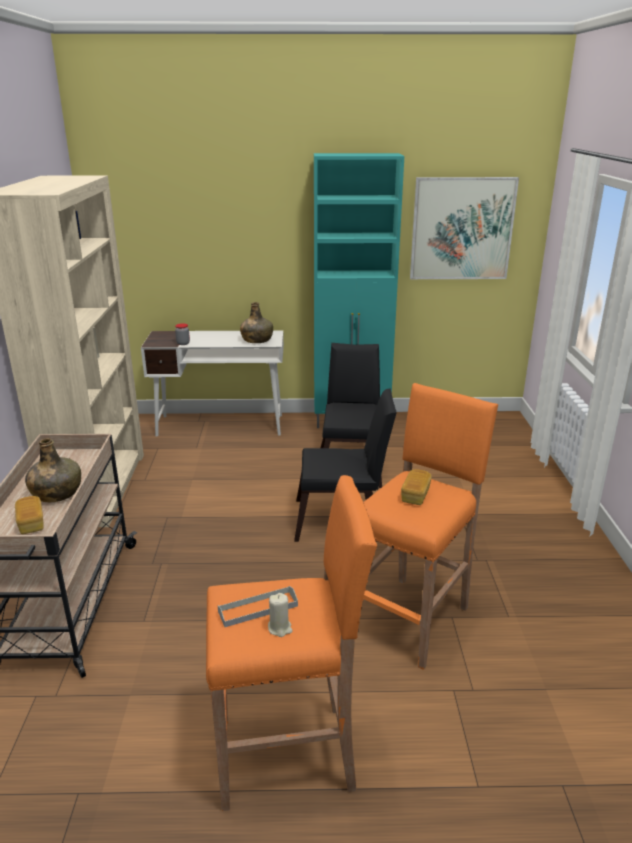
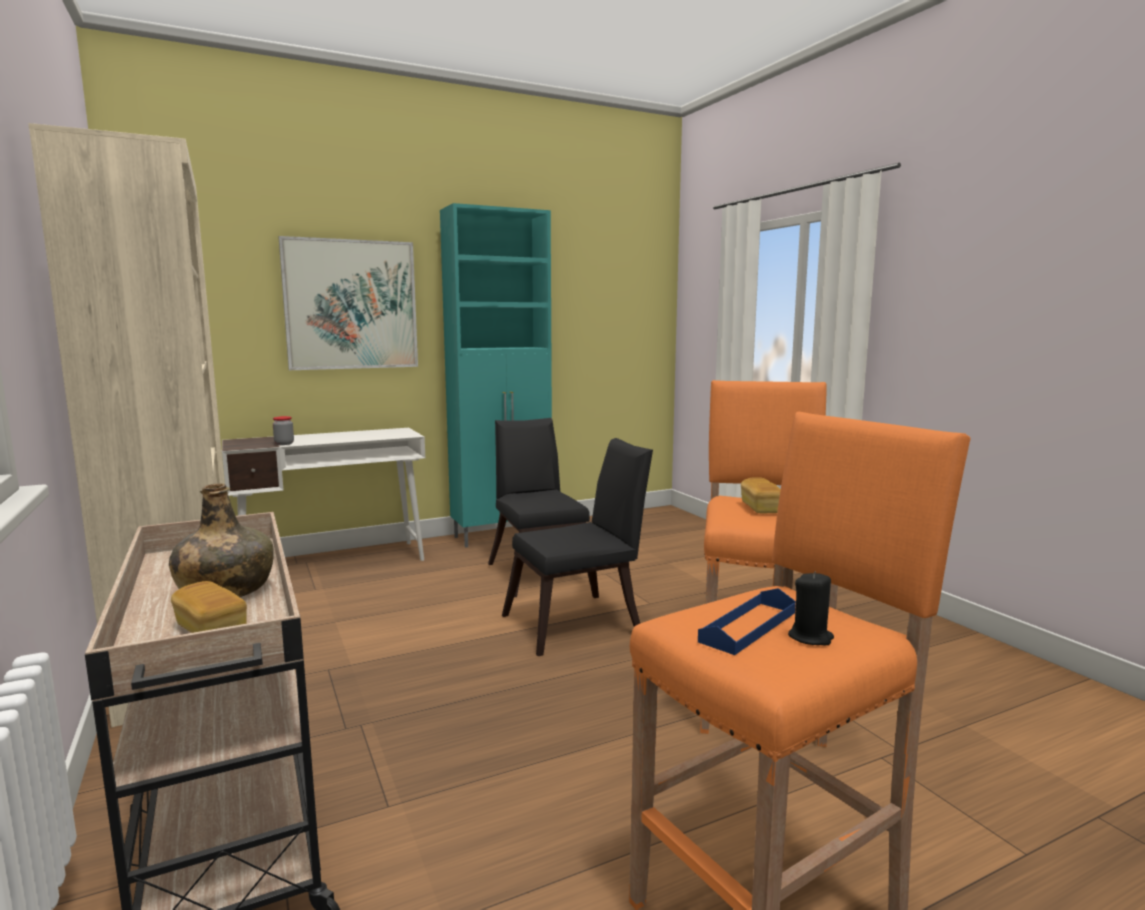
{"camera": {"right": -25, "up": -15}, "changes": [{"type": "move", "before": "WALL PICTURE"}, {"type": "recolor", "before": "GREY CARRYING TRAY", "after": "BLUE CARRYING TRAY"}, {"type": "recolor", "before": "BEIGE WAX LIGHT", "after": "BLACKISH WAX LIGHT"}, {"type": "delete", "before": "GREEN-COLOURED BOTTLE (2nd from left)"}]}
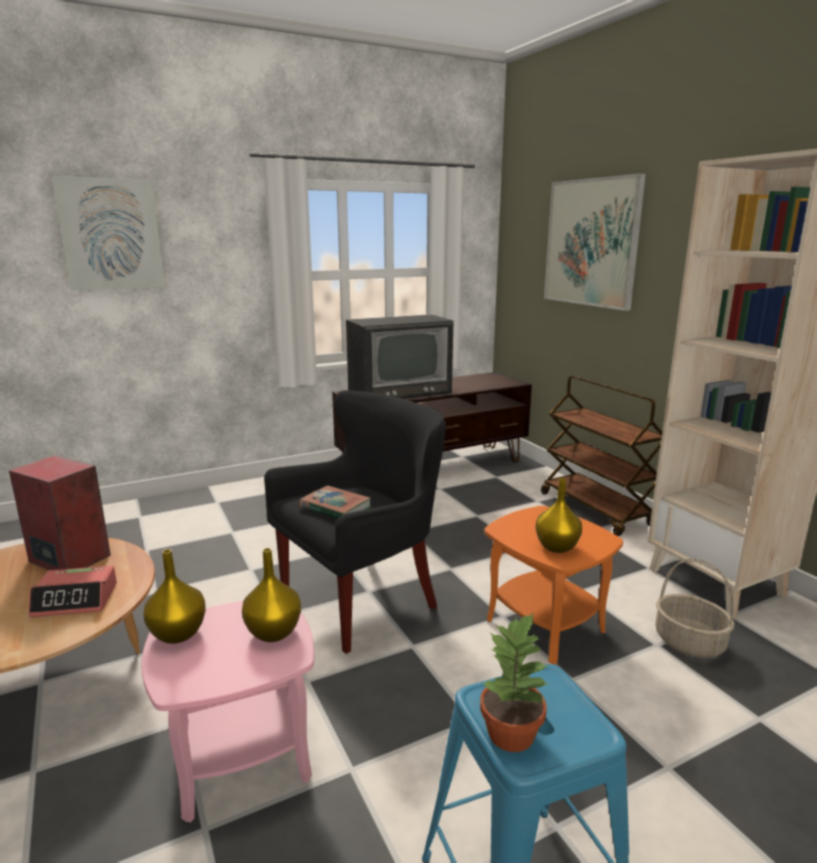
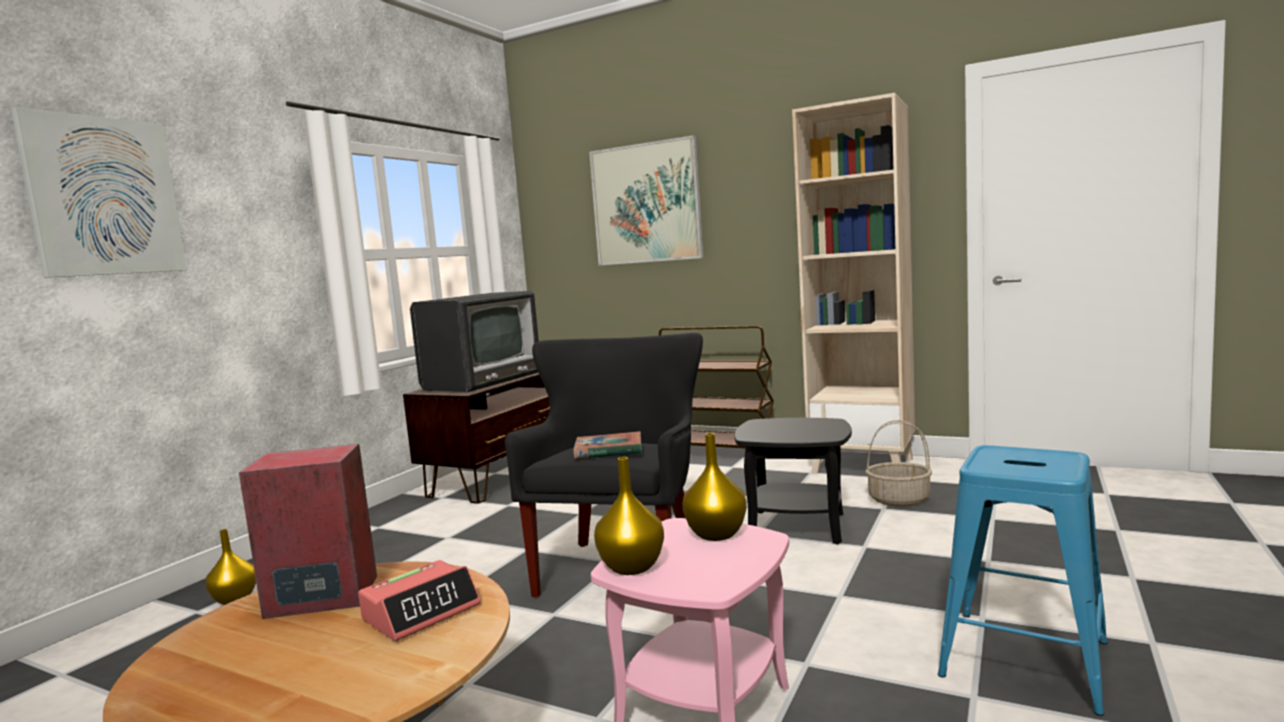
{"camera": {"right": -35, "up": -10}, "changes": [{"type": "move", "before": "YELLOW FLOWER VASE (3rd from left in the first image)", "after": "YELLOW FLOWER VASE (1st from left)"}, {"type": "recolor", "before": "ORANGE-COLOURED ACCENT TABLE", "after": "BLACKISH ACCENT TABLE"}, {"type": "delete", "before": "PLANT IN A POT"}]}
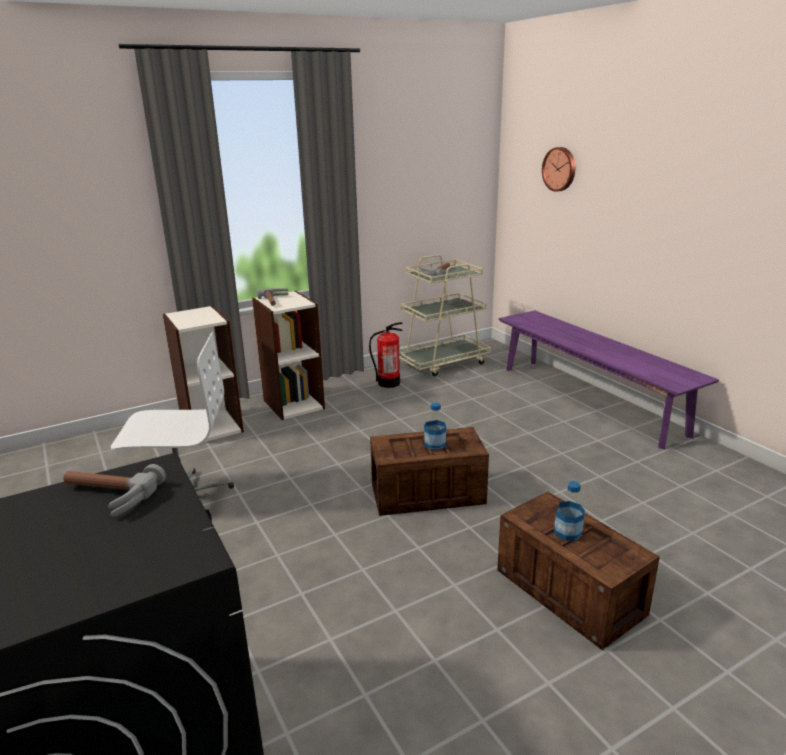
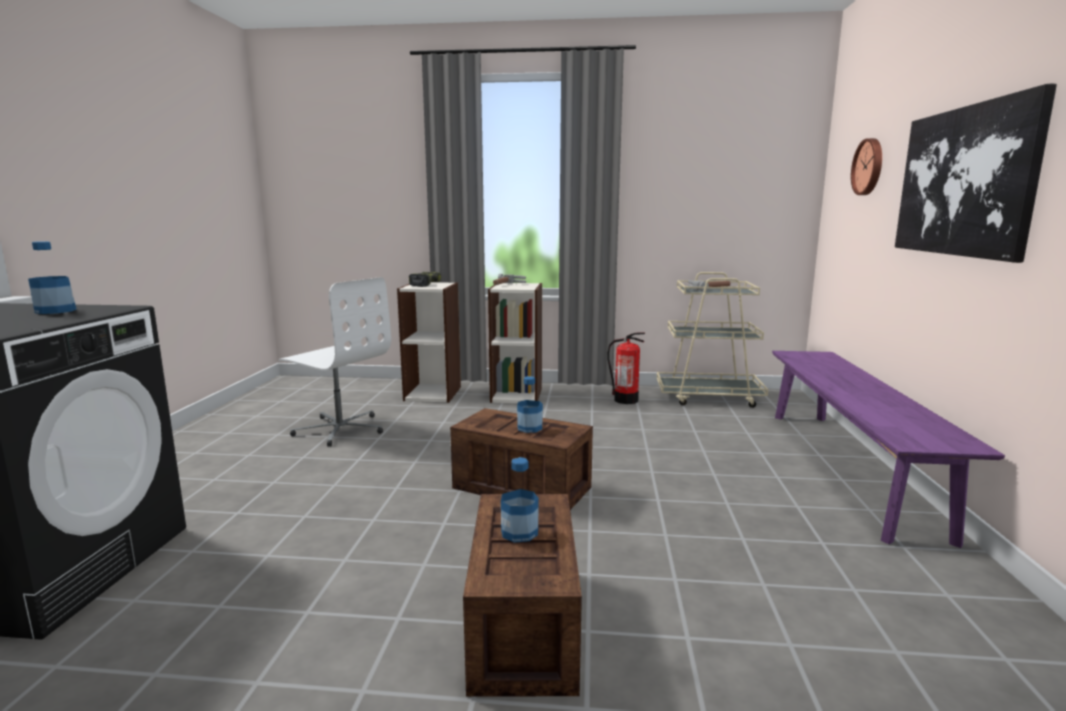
{"camera": {"right": 35, "up": -10}, "changes": [{"type": "replace", "before": "HAND HAMMER (1st from left)", "after": "BOTTLE (1st from left)"}, {"type": "insert", "after": "ELECTRIC DRILL"}, {"type": "insert", "after": "WALL PICTURE"}]}
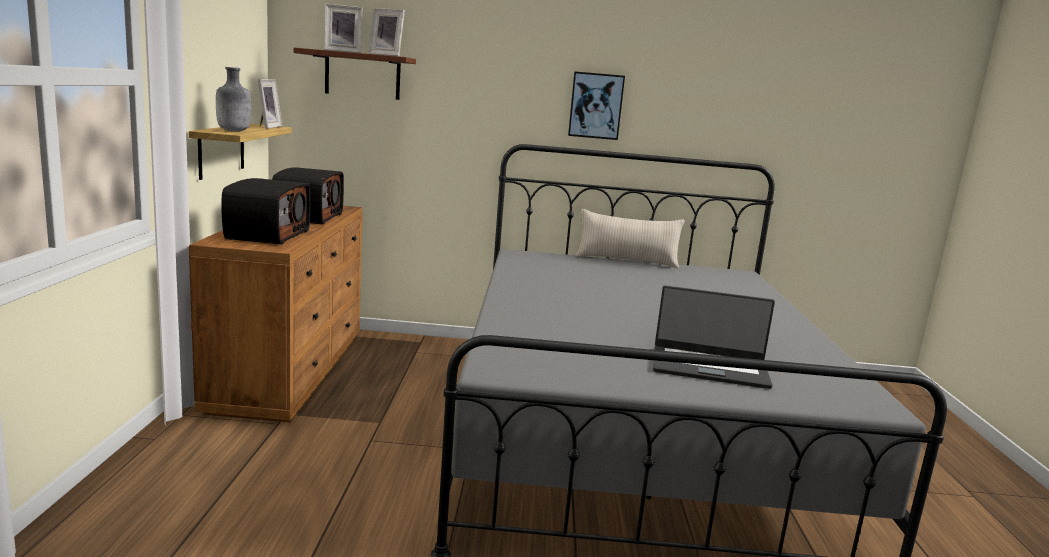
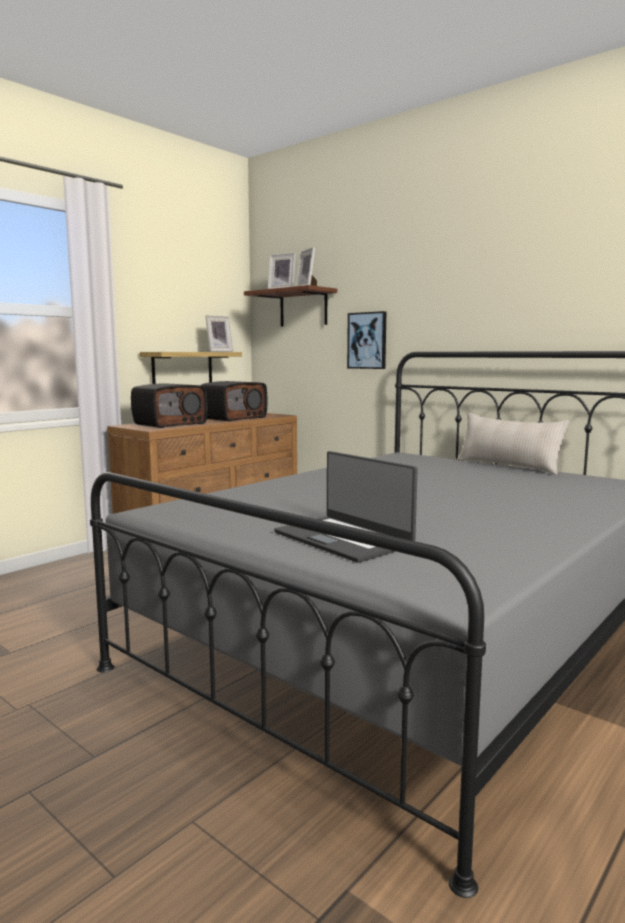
{"camera": {"right": 40, "up": -5}, "changes": [{"type": "move", "before": "WALL PICTURE"}, {"type": "delete", "before": "GREY BOTTLE"}]}
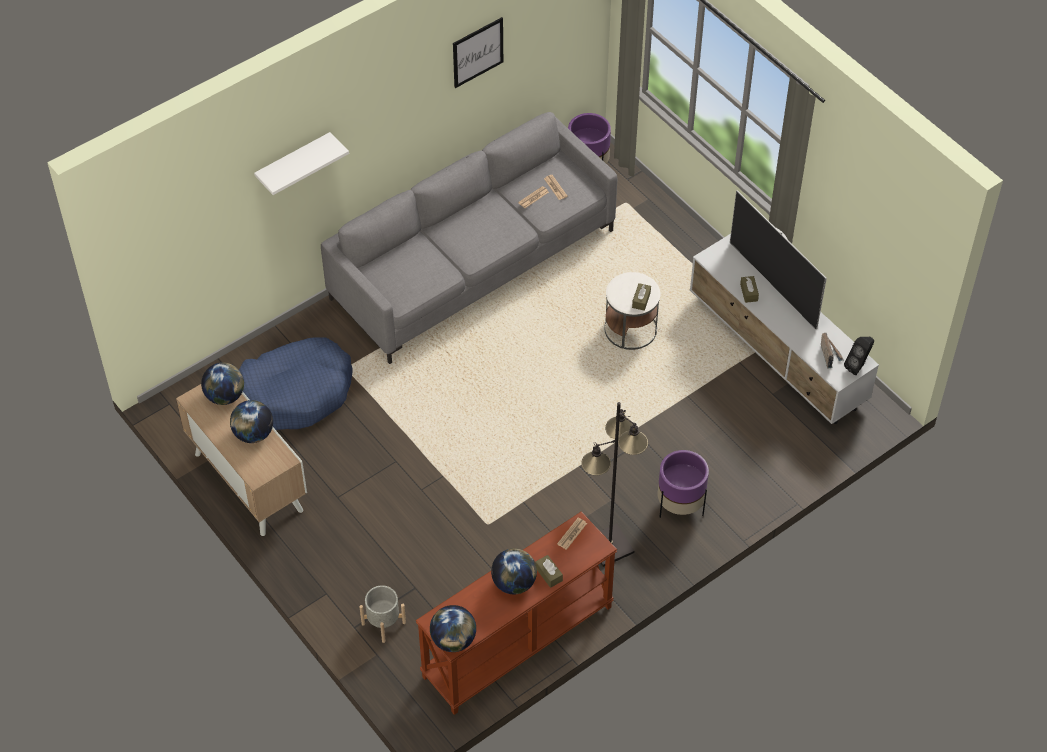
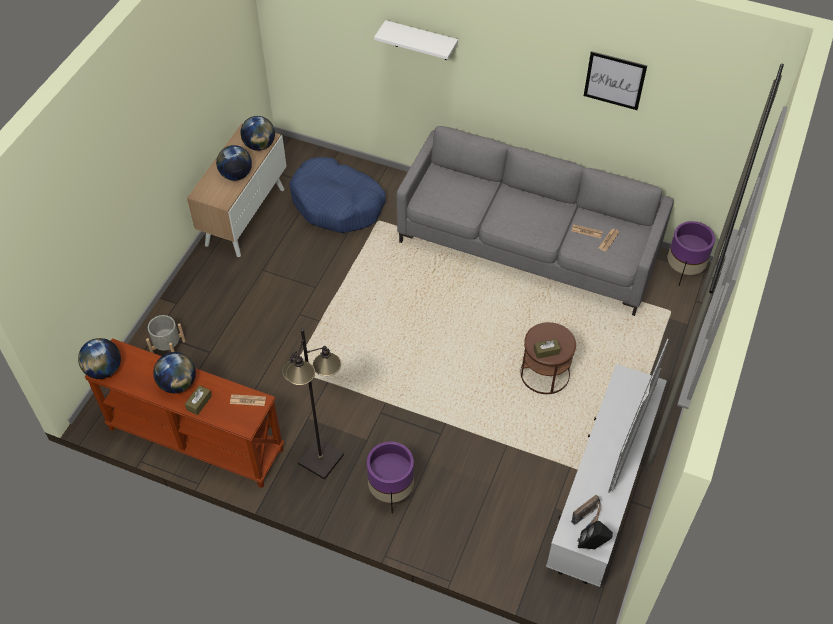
{"camera": {"right": 60, "up": 0}, "changes": [{"type": "recolor", "before": "WHITE-COLOURED ACCENT TABLE", "after": "BROWN ACCENT TABLE"}, {"type": "delete", "before": "BROWN TISSUE BOX (3rd from left)"}]}
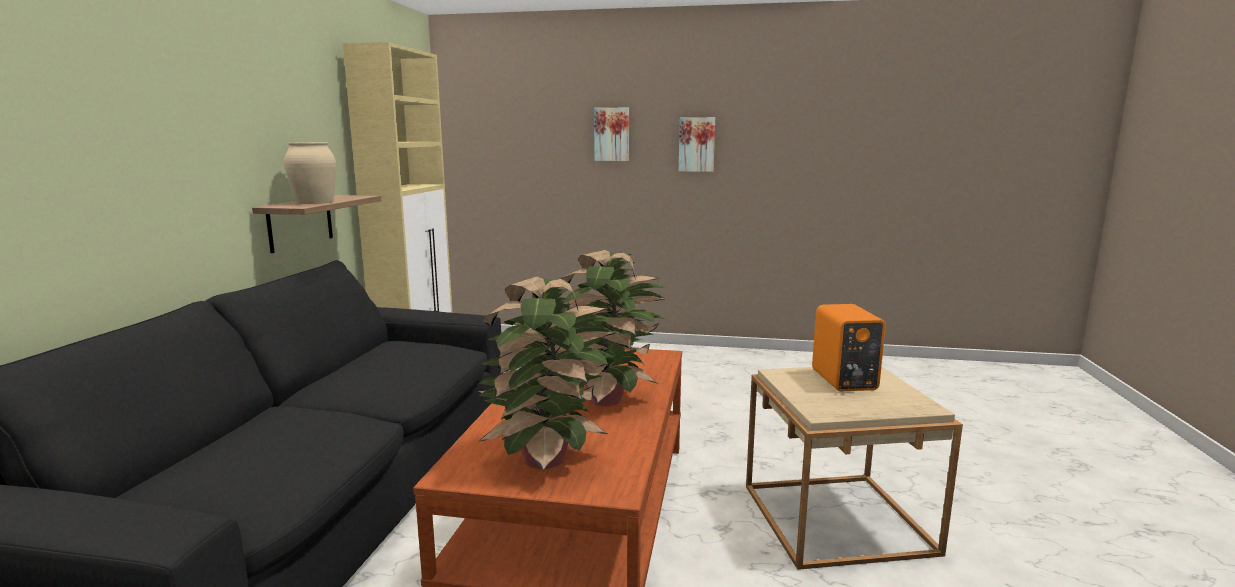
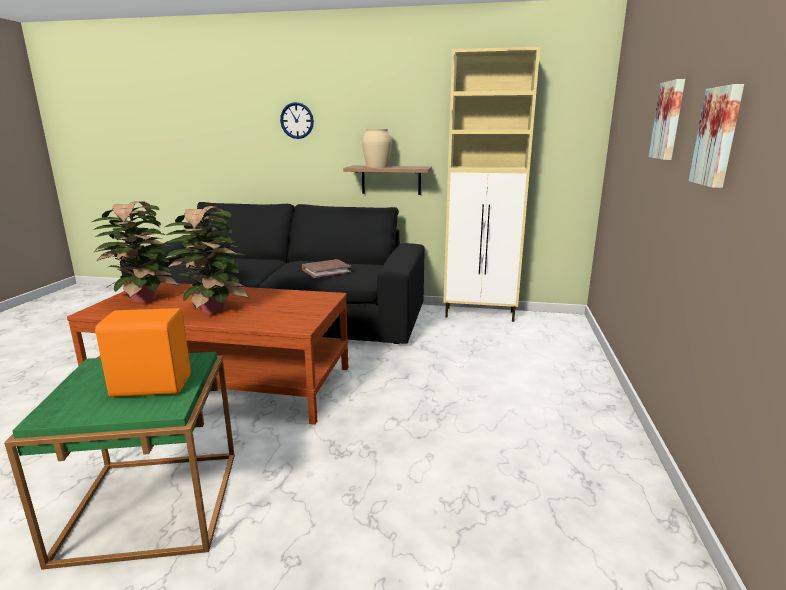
{"camera": {"right": 90, "up": 5}, "changes": [{"type": "recolor", "before": "BEIGE ACCENT TABLE", "after": "GREEN-COLOURED ACCENT TABLE"}, {"type": "insert", "after": "WALL CLOCK"}, {"type": "insert", "after": "BROWN BOUND BOOK"}]}
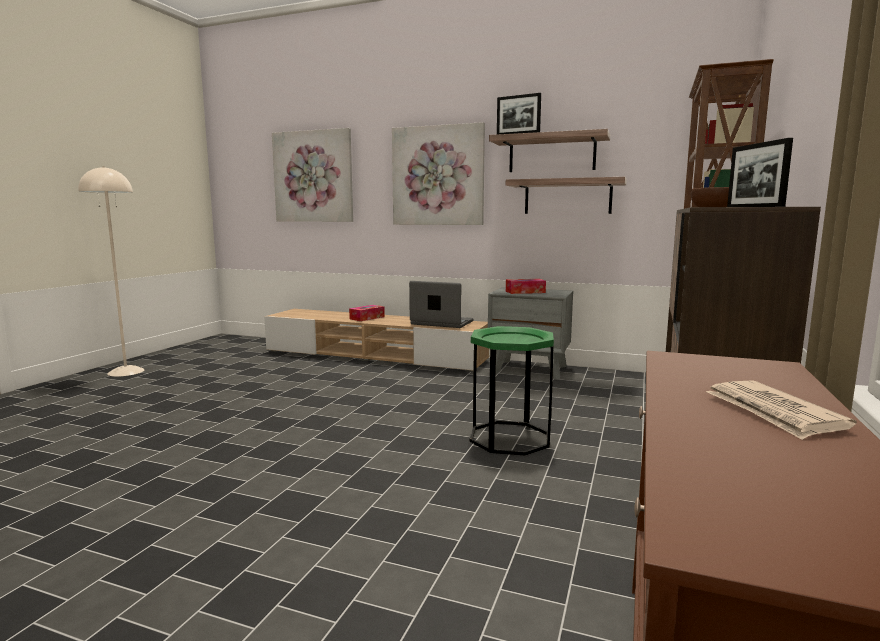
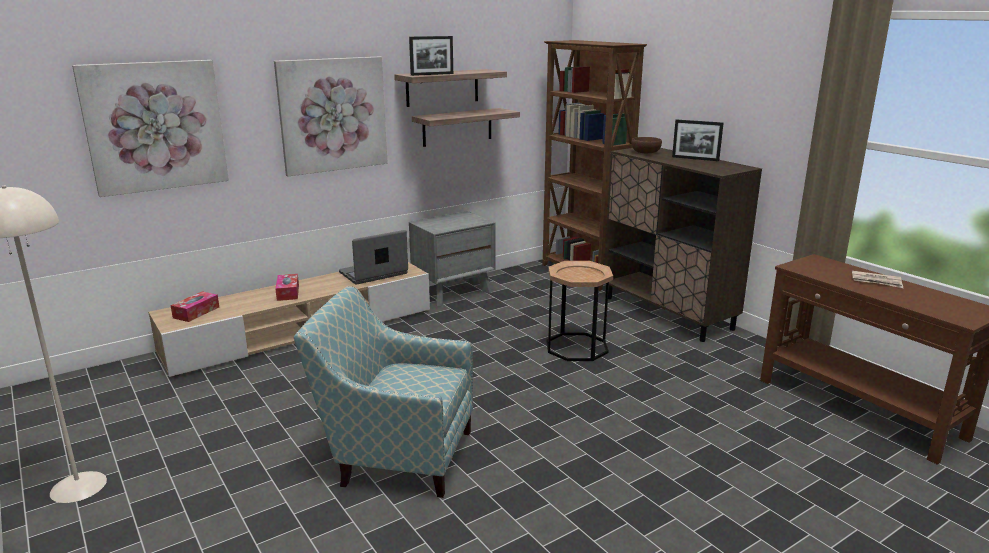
{"camera": {"right": -55, "up": 10}, "changes": [{"type": "move", "before": "TISSUE BOX (2nd from left in the first image)", "after": "TISSUE BOX (1st from left)"}, {"type": "insert", "after": "LOUNGE CHAIR"}, {"type": "recolor", "before": "GREEN-COLOURED ACCENT TABLE", "after": "BROWN ACCENT TABLE"}]}
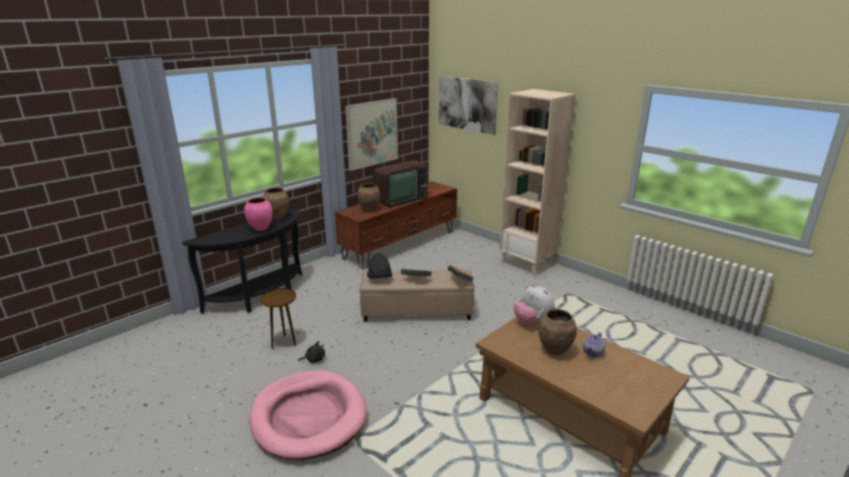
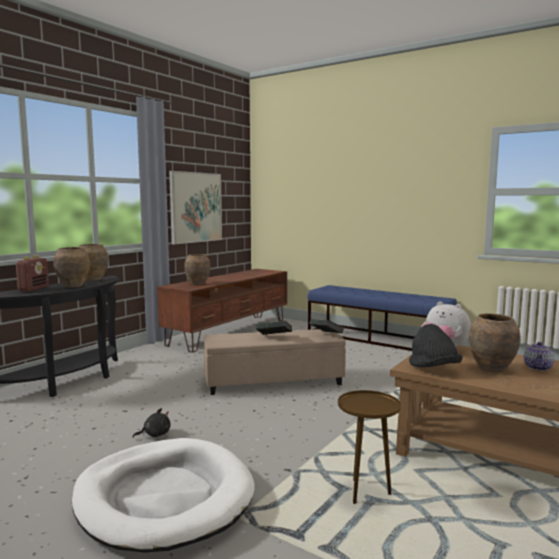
{"camera": {"right": -10, "up": -15}, "changes": [{"type": "insert", "after": "RADIO RECEIVER"}, {"type": "recolor", "before": "PINK FLOWER VASE", "after": "BROWN FLOWER VASE (1st from left)"}, {"type": "recolor", "before": "PINK DOG BED", "after": "WHITE-COLOURED DOG BED"}, {"type": "replace", "before": "BEIGE BOOKSHELF", "after": "BLUE BENCH"}, {"type": "move", "before": "BROWN ACCENT TABLE"}, {"type": "move", "before": "BLACKISH WEARABLE HAT"}, {"type": "delete", "before": "TV SET"}, {"type": "delete", "before": "WALL PICTURE (2nd from left)"}]}
